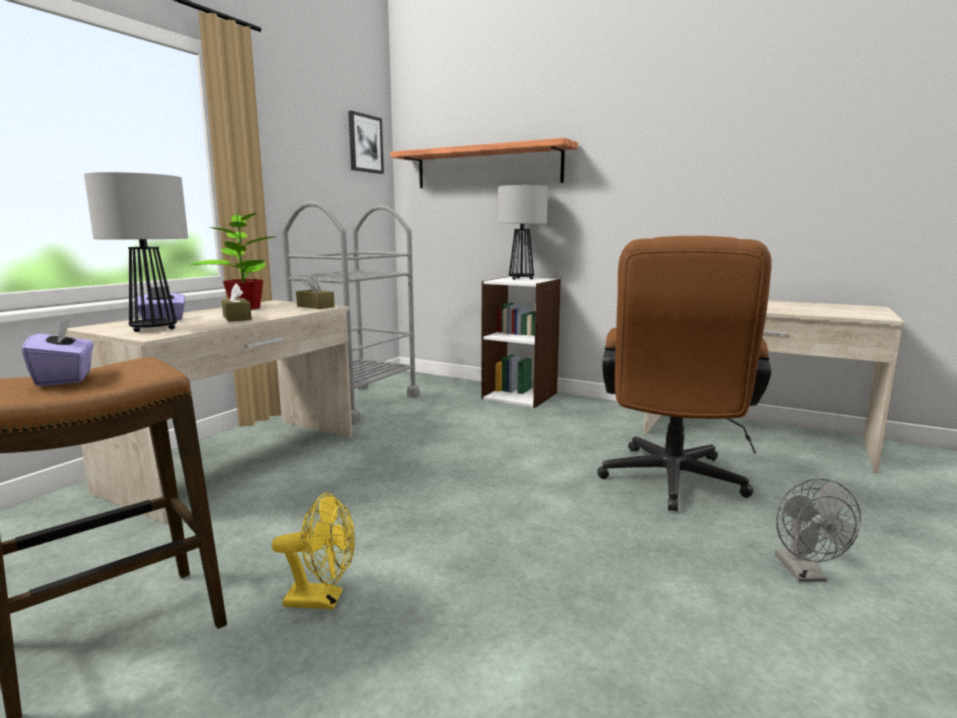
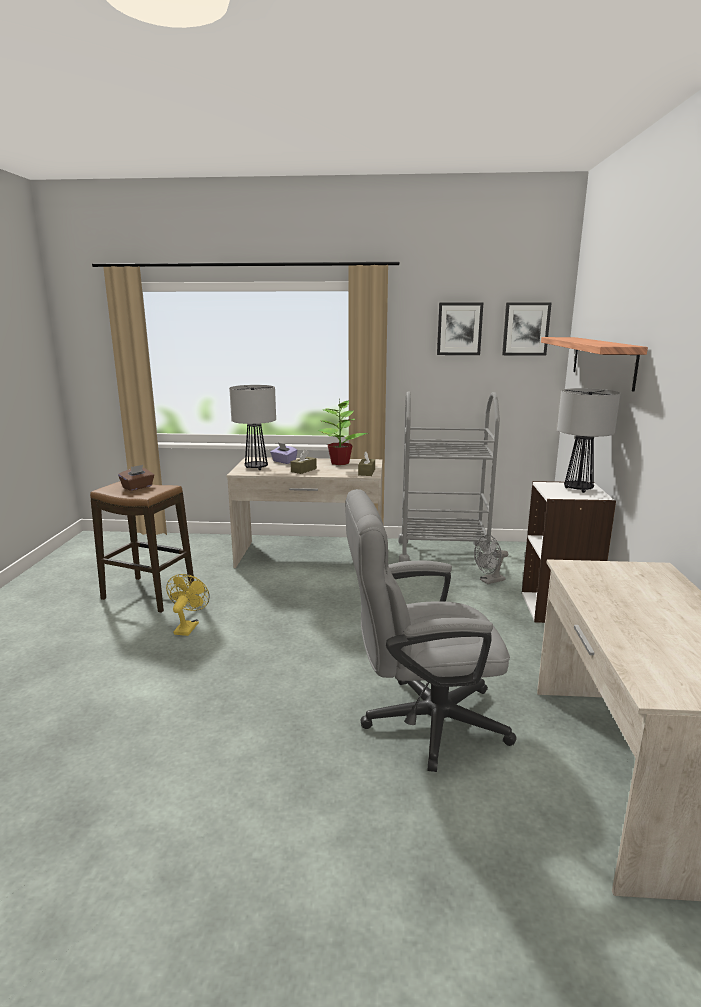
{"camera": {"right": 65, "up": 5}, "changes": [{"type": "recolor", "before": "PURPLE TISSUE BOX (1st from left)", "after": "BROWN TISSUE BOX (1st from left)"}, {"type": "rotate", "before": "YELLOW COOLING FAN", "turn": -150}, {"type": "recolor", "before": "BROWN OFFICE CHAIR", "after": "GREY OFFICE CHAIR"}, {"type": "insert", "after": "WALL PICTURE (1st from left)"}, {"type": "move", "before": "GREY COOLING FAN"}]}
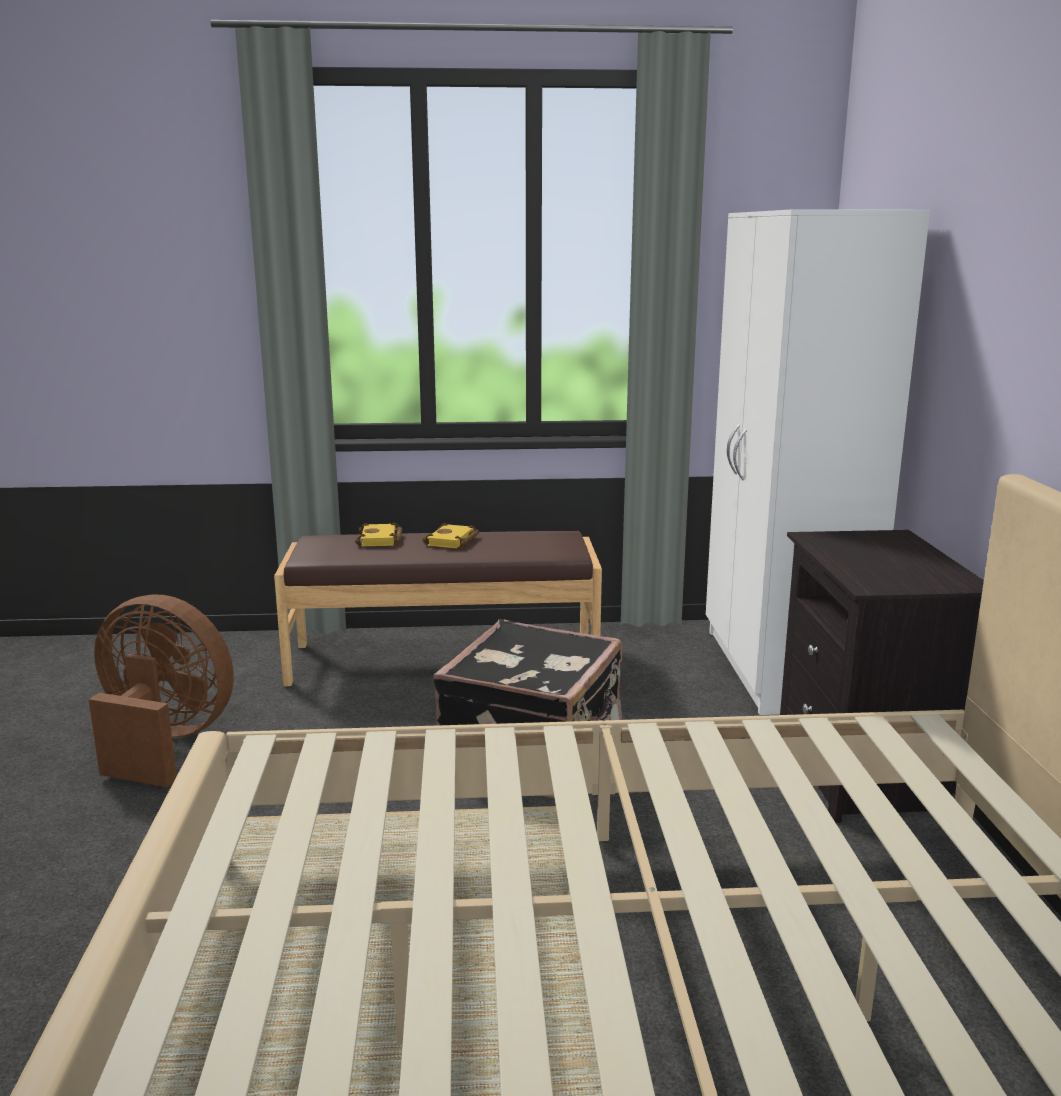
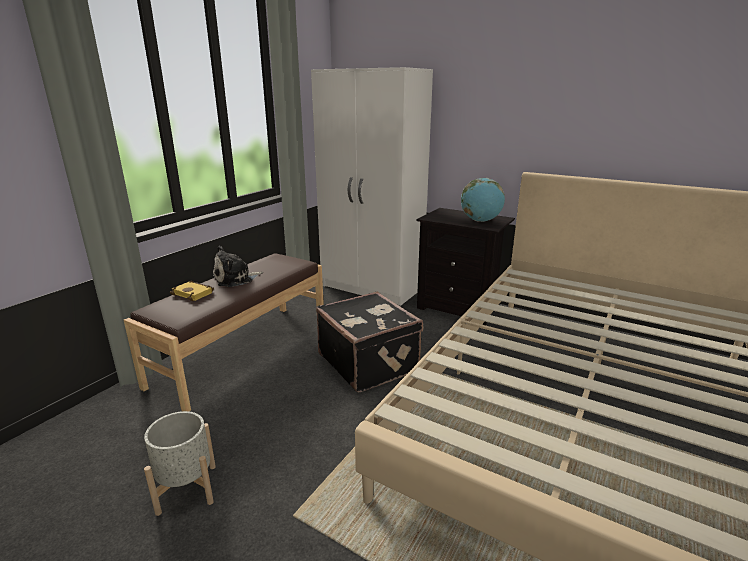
{"camera": {"right": -55, "up": 5}, "changes": [{"type": "replace", "before": "BROWN COOLING FAN", "after": "GREY FLOWER POT"}, {"type": "replace", "before": "YELLOW BOUND BOOK (2nd from left)", "after": "PLUSH TOY"}, {"type": "insert", "after": "WORLD GLOBE"}]}
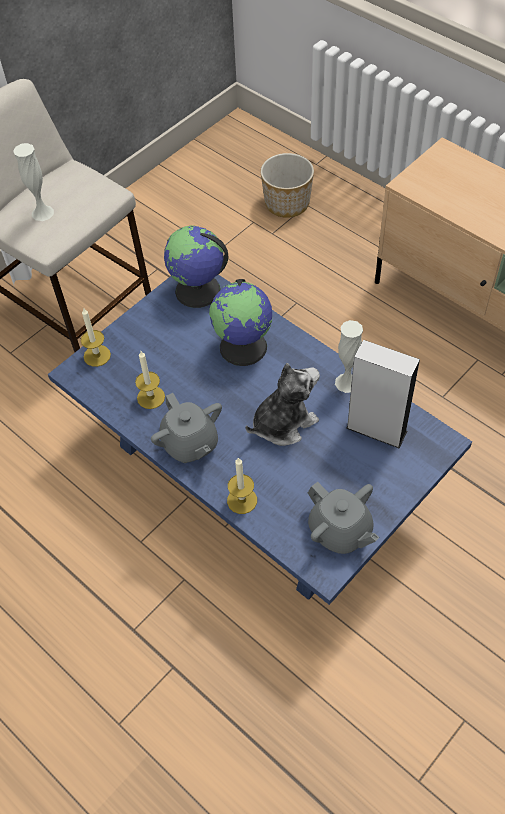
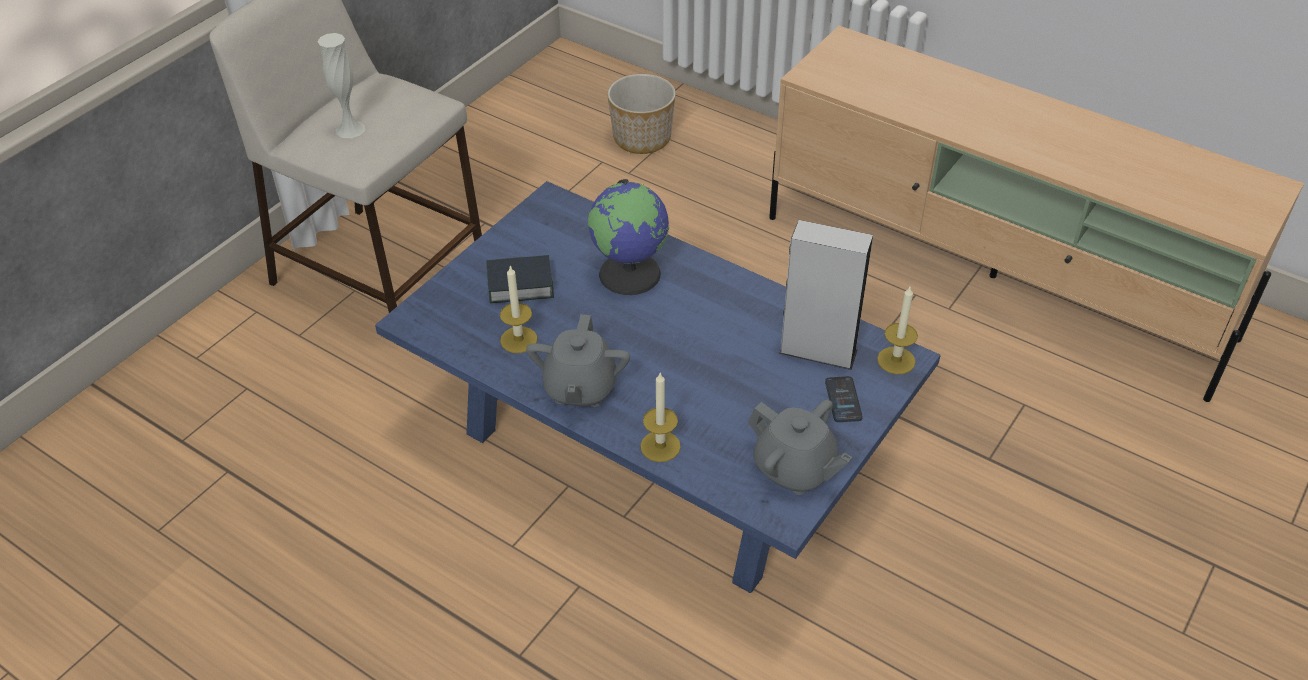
{"camera": {"right": -10, "up": -10}, "changes": [{"type": "insert", "after": "BOUND BOOK"}, {"type": "rotate", "before": "GREY TEAPOT (1st from left)", "turn": 45}, {"type": "insert", "after": "TELEPHONE"}, {"type": "move", "before": "WAX LIGHT (1st from left in the first image)", "after": "WAX LIGHT (3rd from left)"}, {"type": "delete", "before": "WORLD GLOBE (1st from left)"}, {"type": "delete", "before": "PLUSH TOY"}, {"type": "delete", "before": "WHITE-COLOURED FLOWER VASE (2nd from left)"}]}
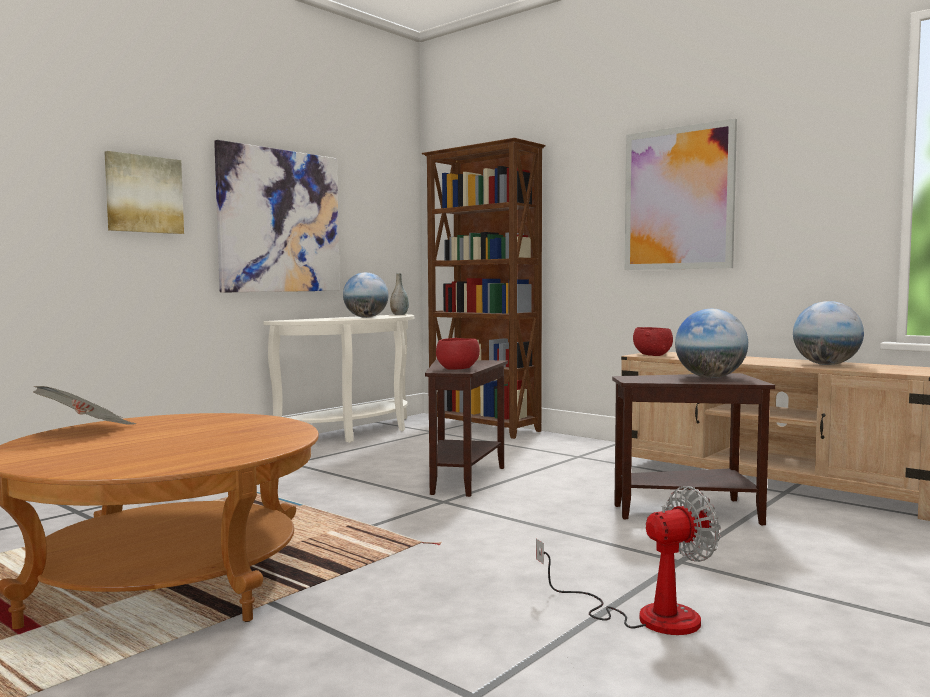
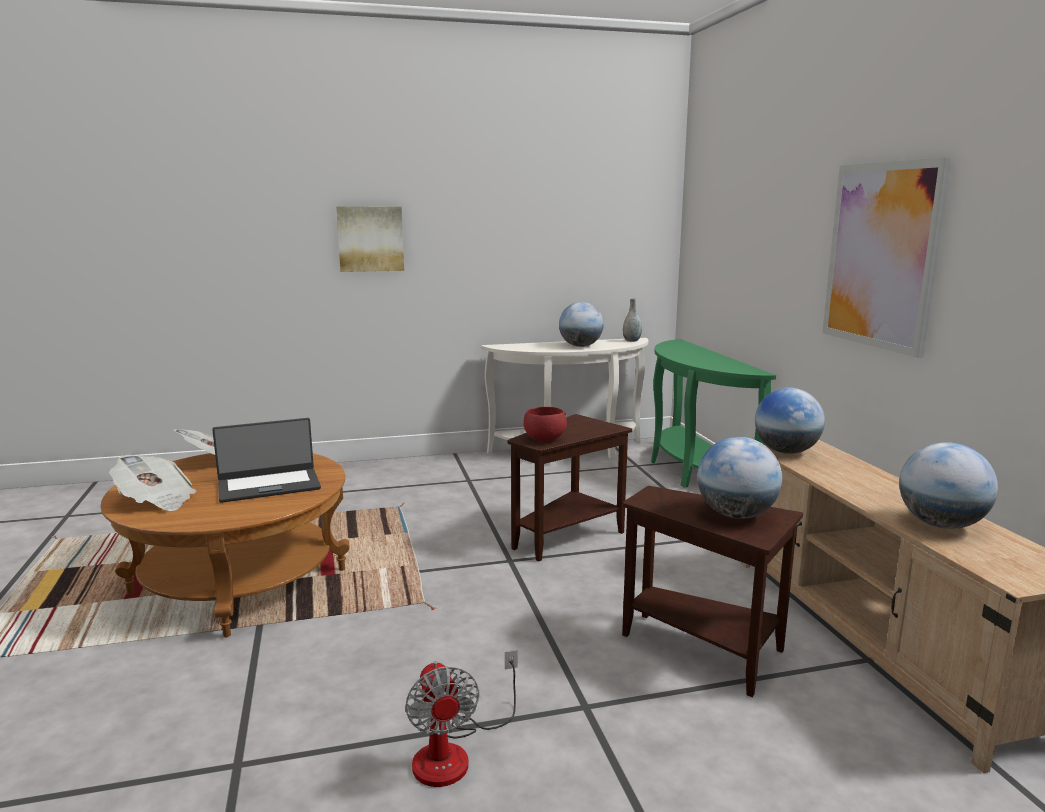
{"camera": {"right": 35, "up": 10}, "changes": [{"type": "insert", "after": "NEWSPAPER (1st from left)"}, {"type": "insert", "after": "NOTEBOOK COMPUTER"}, {"type": "rotate", "before": "COOLING FAN", "turn": 60}, {"type": "replace", "before": "BROWN BOOKSHELF", "after": "GREEN-COLOURED NARROW TABLE"}, {"type": "replace", "before": "REDDISH DEEP DISH (2nd from left)", "after": "WORLD GLOBE (3rd from left)"}, {"type": "delete", "before": "WALL PICTURE (2nd from left)"}]}
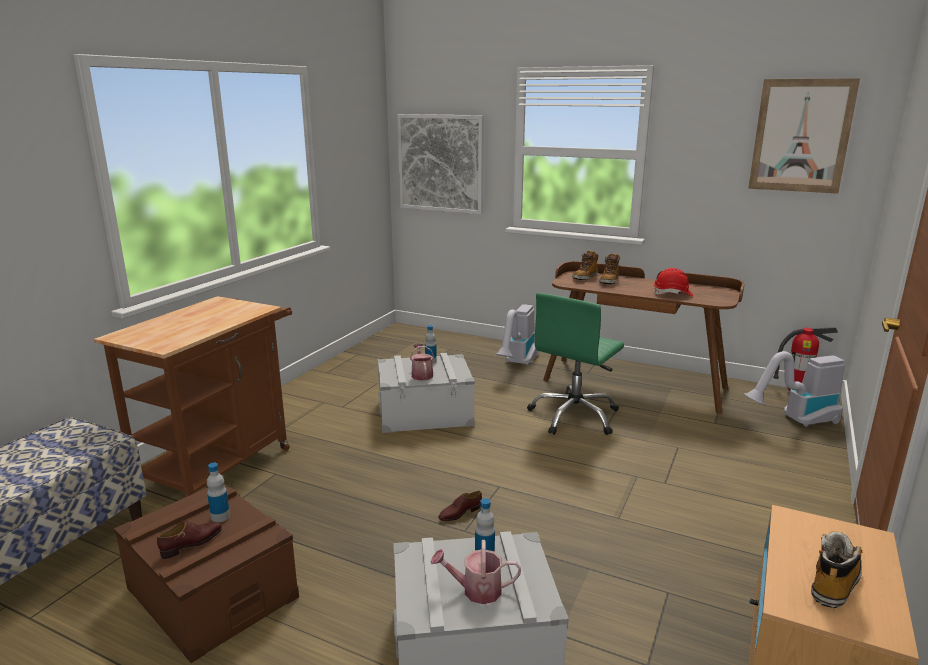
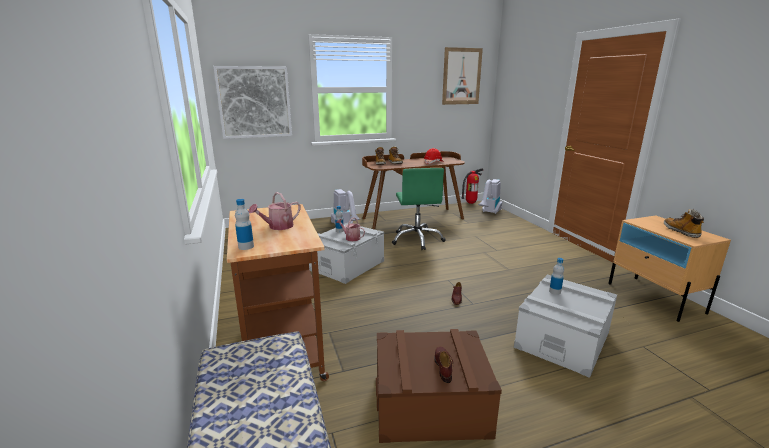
{"camera": {"right": -45, "up": 0}, "changes": [{"type": "move", "before": "BOTTLE (1st from left)"}, {"type": "move", "before": "WATERING POT (2nd from left in the first image)", "after": "WATERING POT (1st from left)"}]}
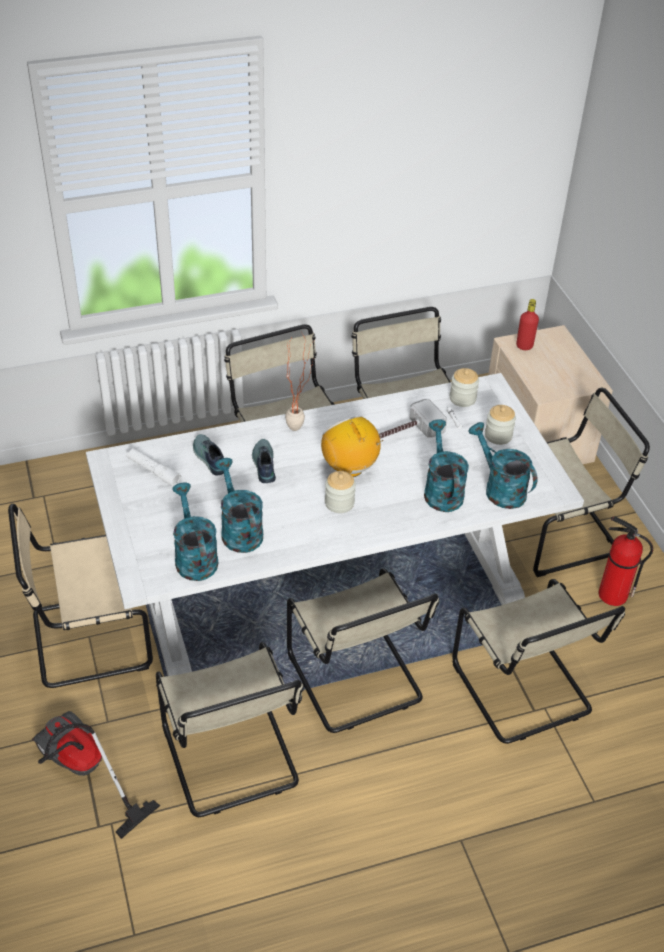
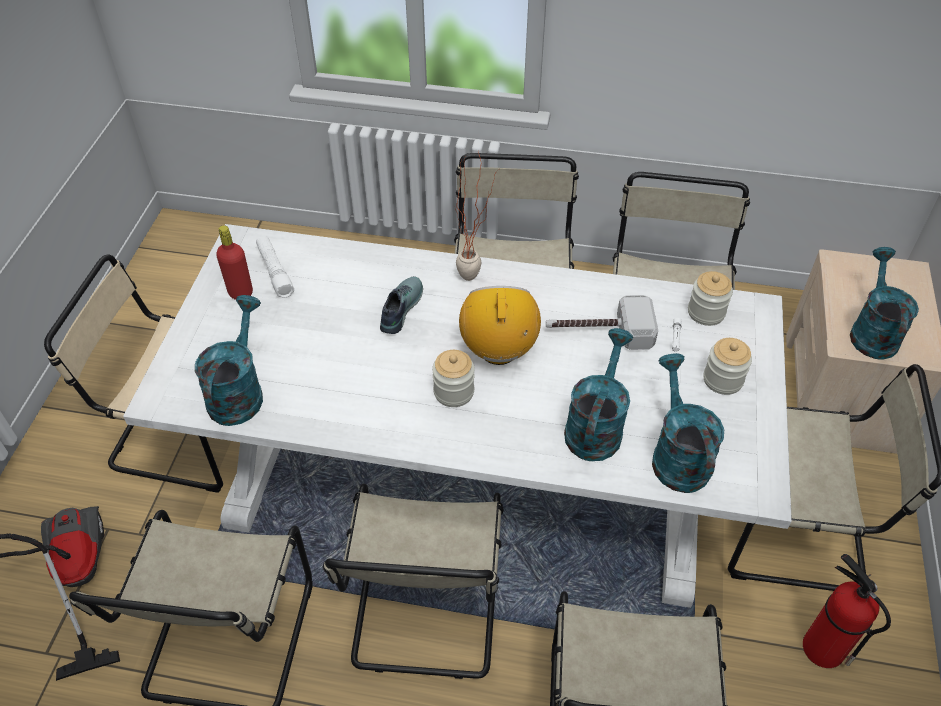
{"camera": {"right": 30, "up": 5}, "changes": [{"type": "move", "before": "REDDISH BOTTLE"}, {"type": "move", "before": "BLUE-GREEN WATERING POT (2nd from left in the first image)", "after": "BLUE-GREEN WATERING POT (4th from left)"}, {"type": "delete", "before": "SHOE (1st from left)"}]}
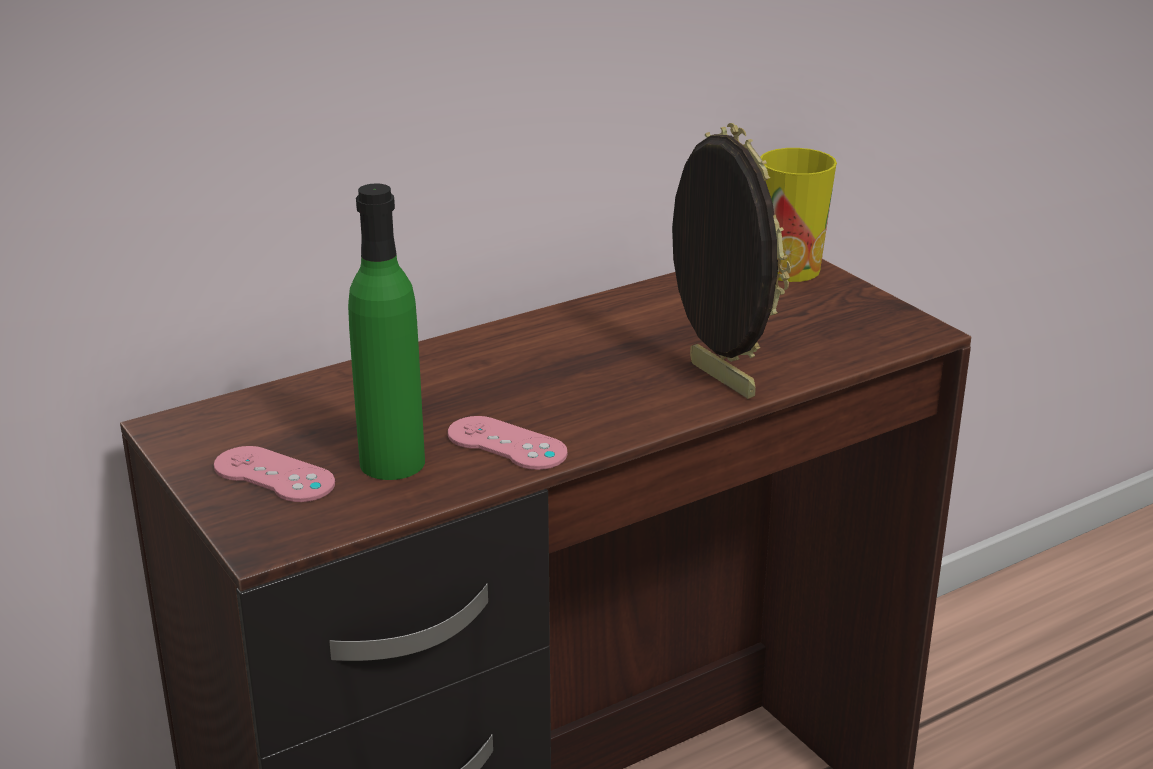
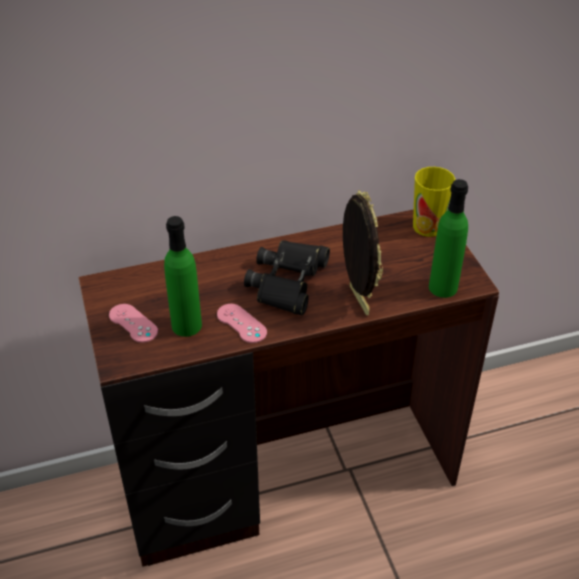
{"camera": {"right": 15, "up": 15}, "changes": [{"type": "insert", "after": "BLACKISH FIELD GLASSES"}, {"type": "insert", "after": "GREEN-COLOURED BOTTLE (2nd from left)"}]}
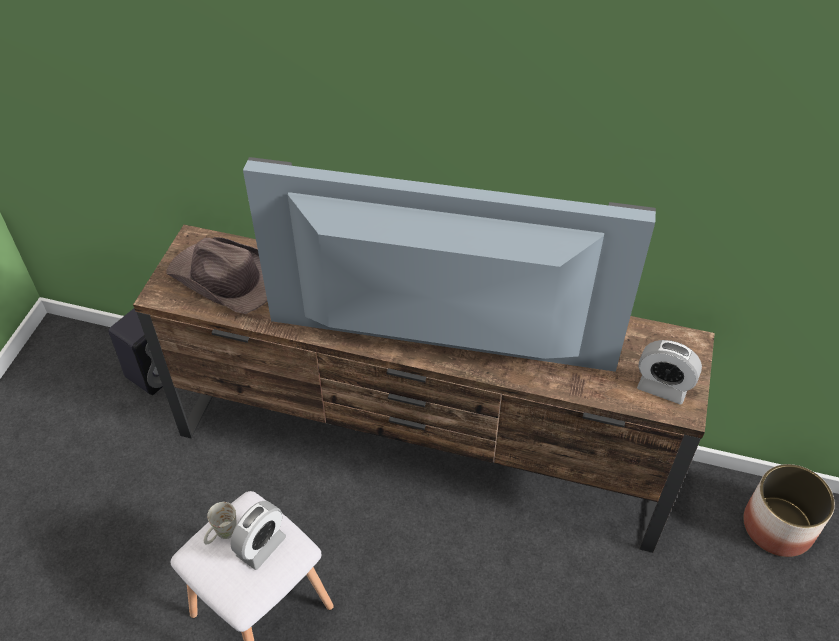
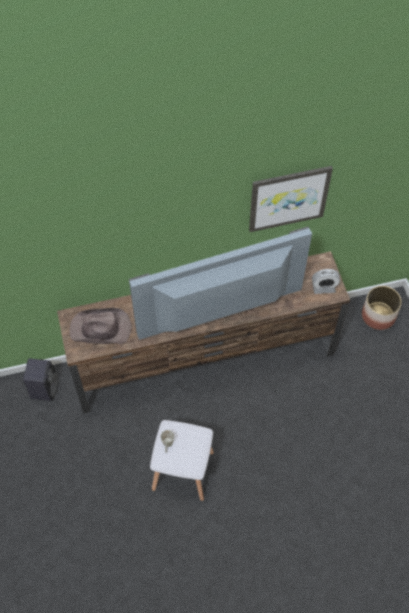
{"camera": {"right": -30, "up": 10}, "changes": [{"type": "insert", "after": "WALL PICTURE"}, {"type": "delete", "before": "TABLE CLOCK (1st from left)"}]}
